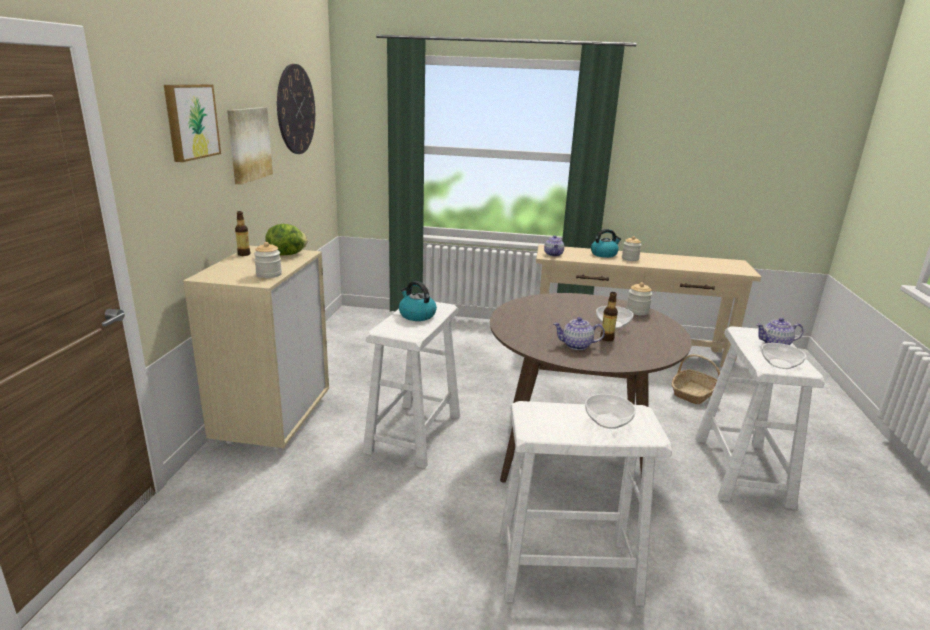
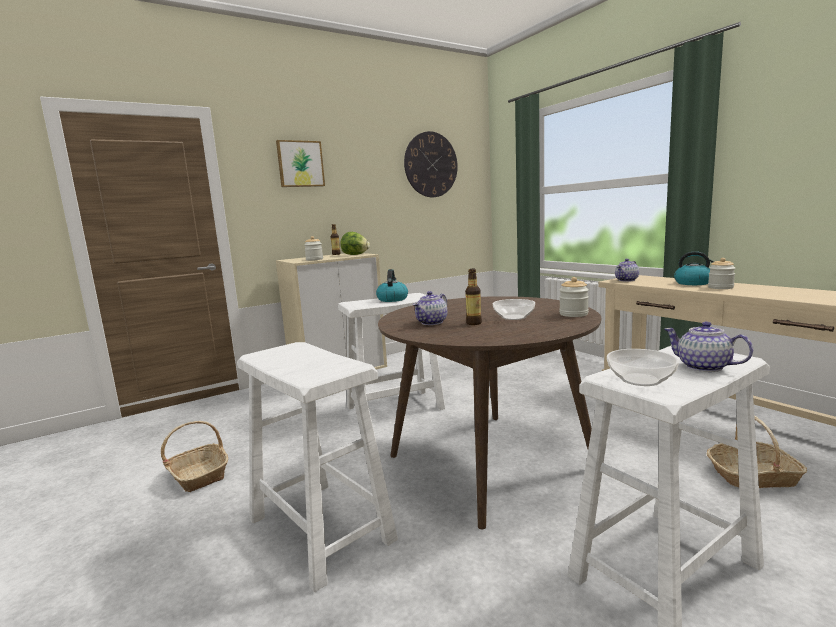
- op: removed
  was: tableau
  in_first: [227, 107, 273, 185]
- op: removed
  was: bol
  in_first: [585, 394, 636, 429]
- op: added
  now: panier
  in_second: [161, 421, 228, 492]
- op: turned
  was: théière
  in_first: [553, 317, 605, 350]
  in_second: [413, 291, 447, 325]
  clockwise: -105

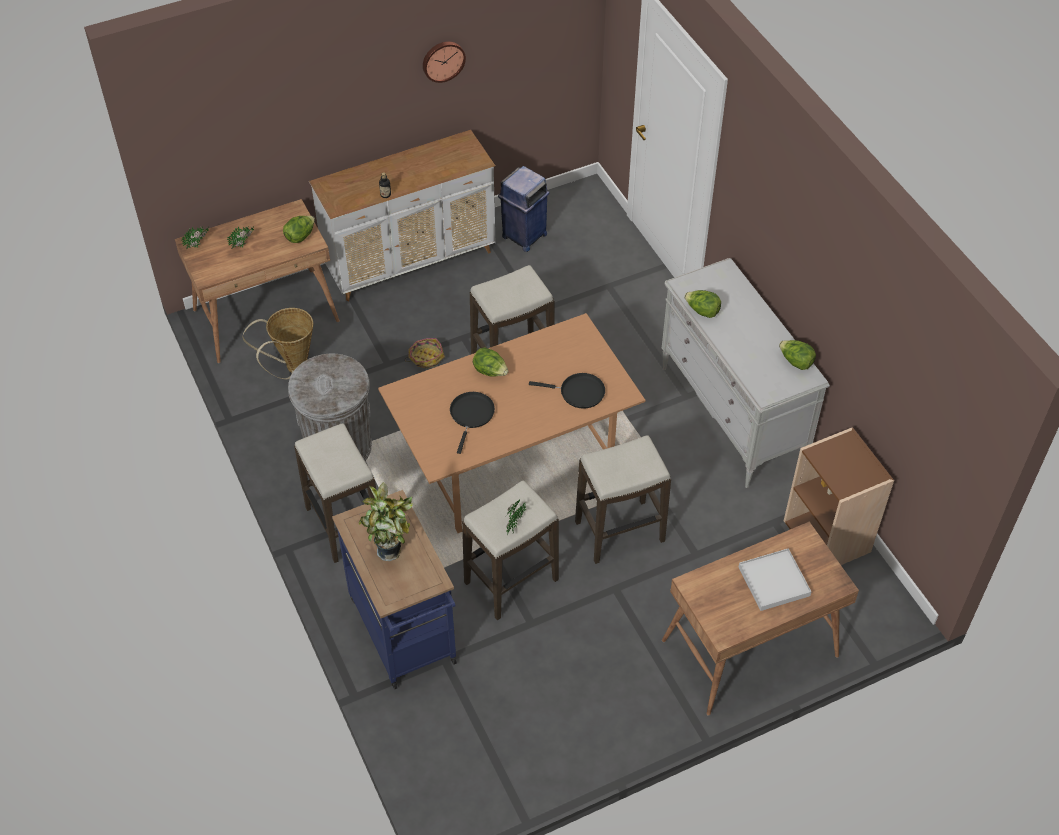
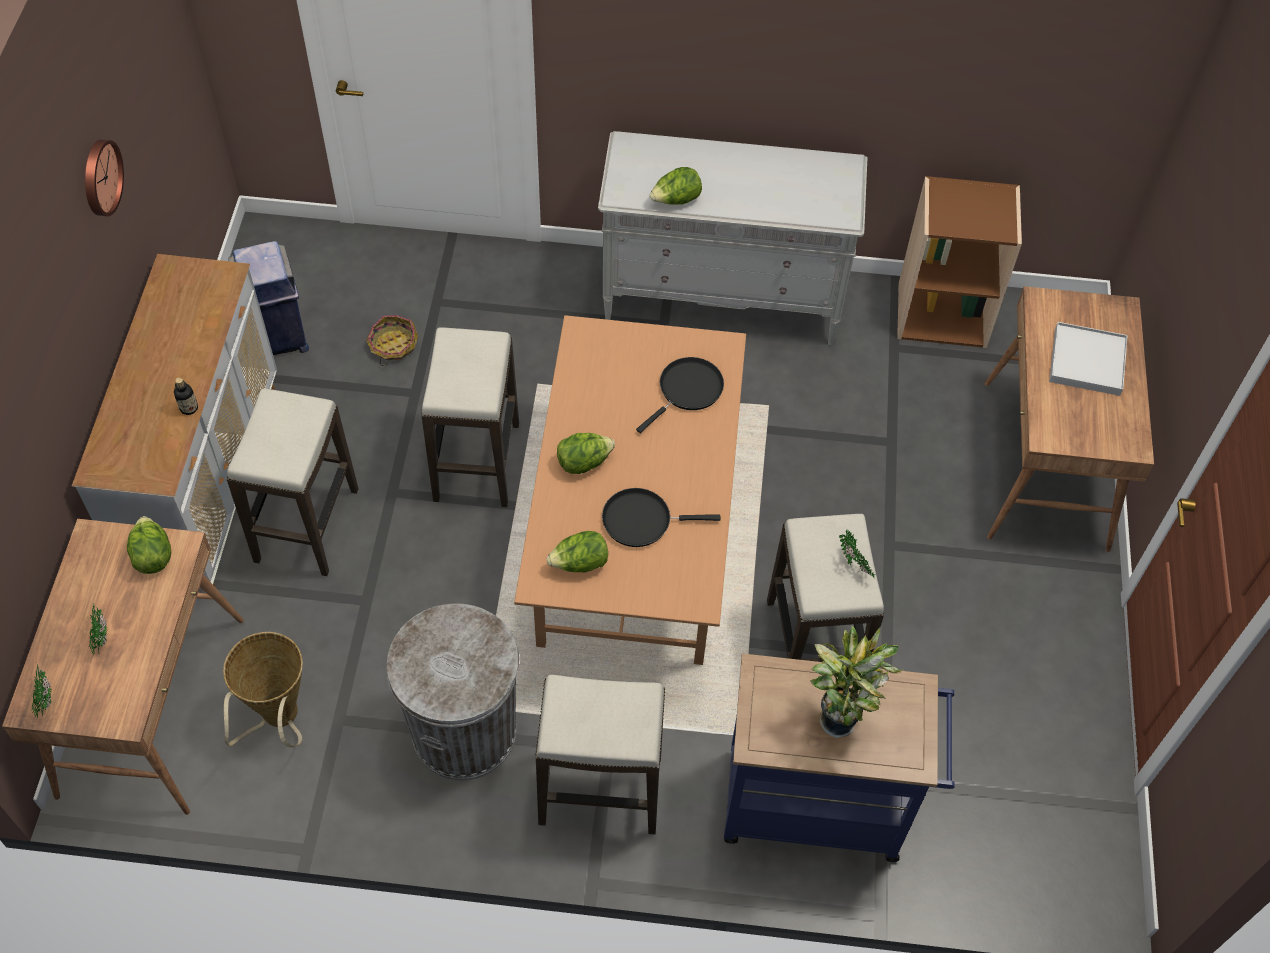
- op: moved
  was: panier
  in_first: [405, 338, 445, 369]
  in_second: [366, 315, 418, 366]
- op: moved
  was: tabouret
  in_first: [575, 435, 671, 564]
  in_second: [227, 388, 358, 576]
- op: moved
  was: laitue
  in_first: [779, 340, 816, 370]
  in_second: [547, 531, 608, 573]
- op: turned
  was: poêle (noir)
  in_first: [450, 392, 495, 454]
  in_second: [602, 488, 721, 547]
  clockwise: -45

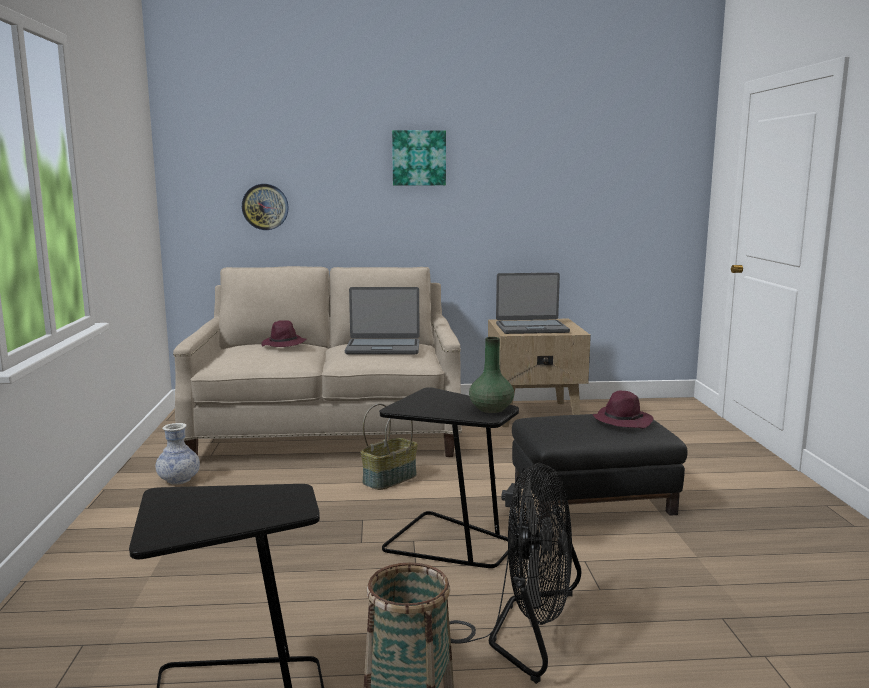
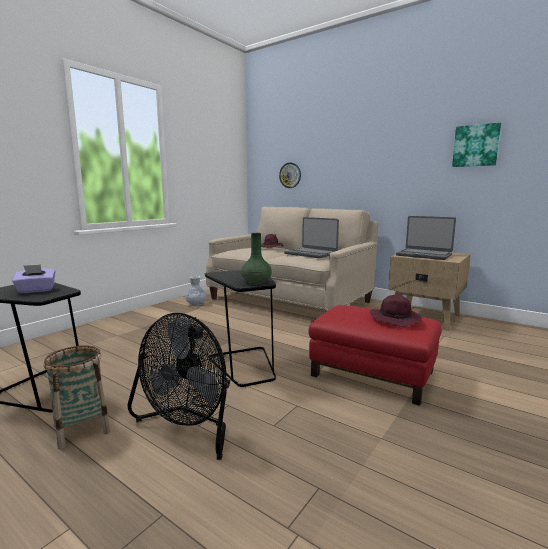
- op: removed
  was: panier
  in_first: [360, 403, 418, 490]
- op: added
  now: boîte à mouchoirs (violet)
  in_second: [12, 265, 56, 293]
- op: moved
  was: tableau
  in_first: [392, 130, 446, 185]
  in_second: [452, 122, 501, 167]
- op: recoloured
  was: pouf (noir)
  now: pouf (rouge)
  in_first: [512, 414, 687, 522]
  in_second: [309, 305, 442, 406]
- op: turned
  was: ventilateur (noir)
  in_first: [449, 463, 581, 684]
  in_second: [128, 313, 230, 460]
  clockwise: 60

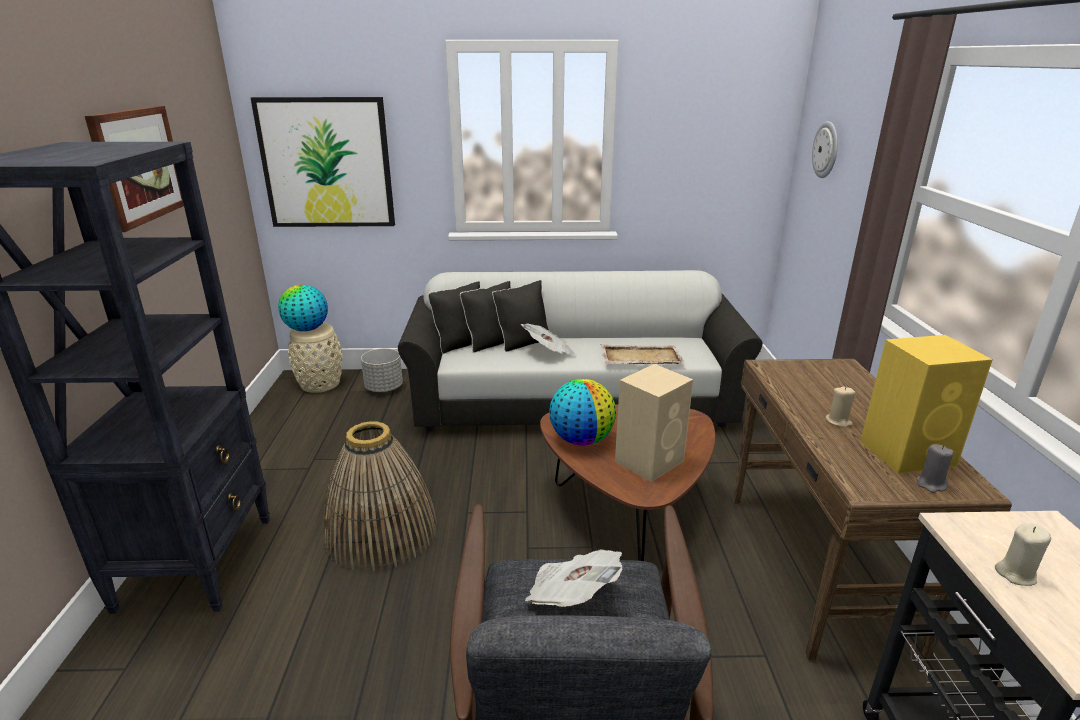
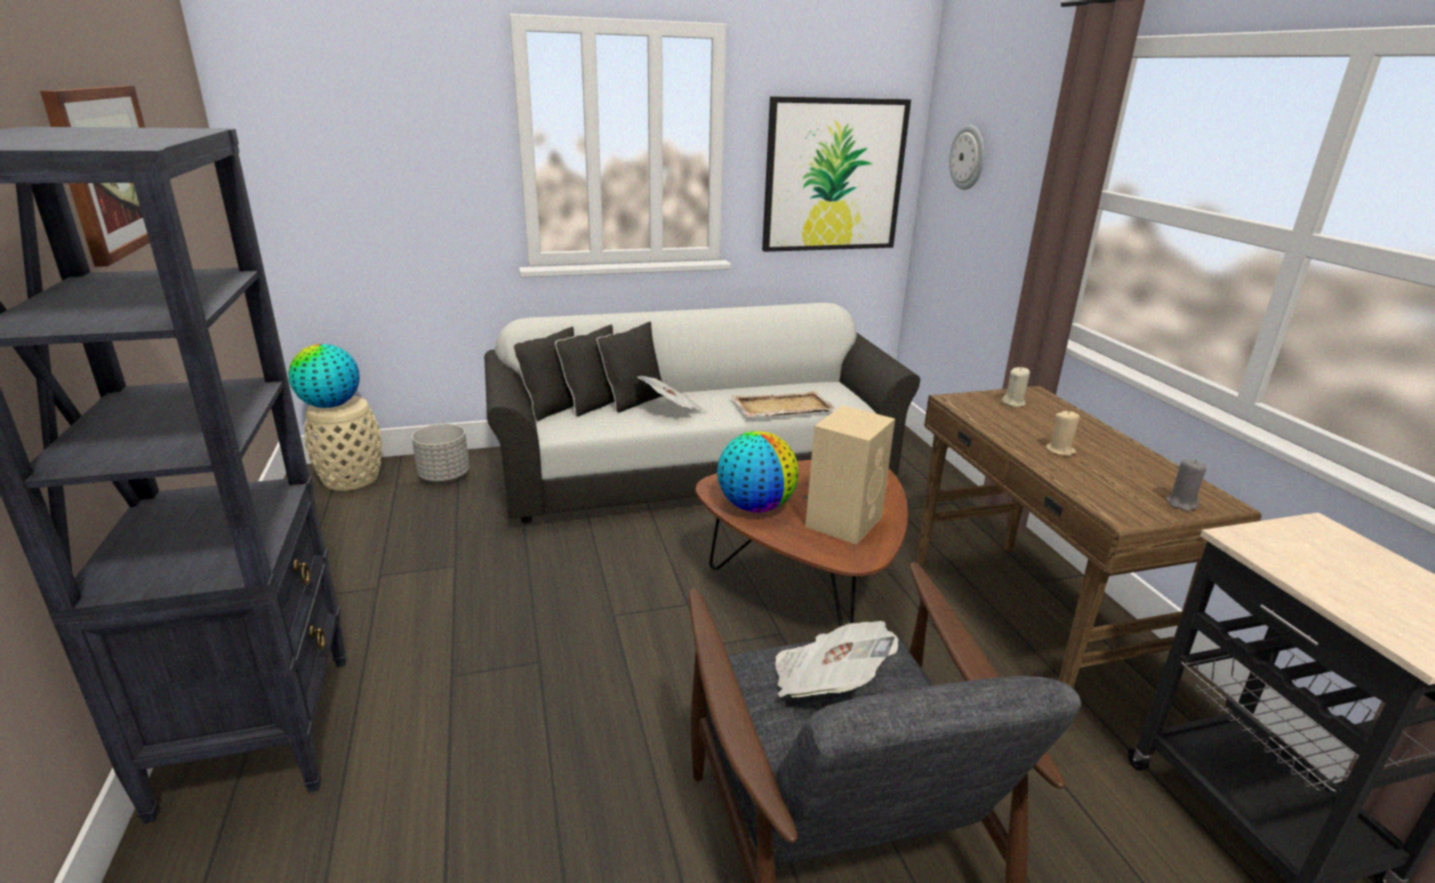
- op: removed
  was: panier
  in_first: [323, 421, 437, 572]
- op: removed
  was: enceinte (jaune)
  in_first: [860, 335, 993, 474]
- op: moved
  was: tableau
  in_first: [251, 97, 395, 227]
  in_second: [762, 96, 911, 252]
- op: moved
  was: bougie (beige)
  in_first: [995, 523, 1051, 586]
  in_second: [1002, 367, 1030, 407]

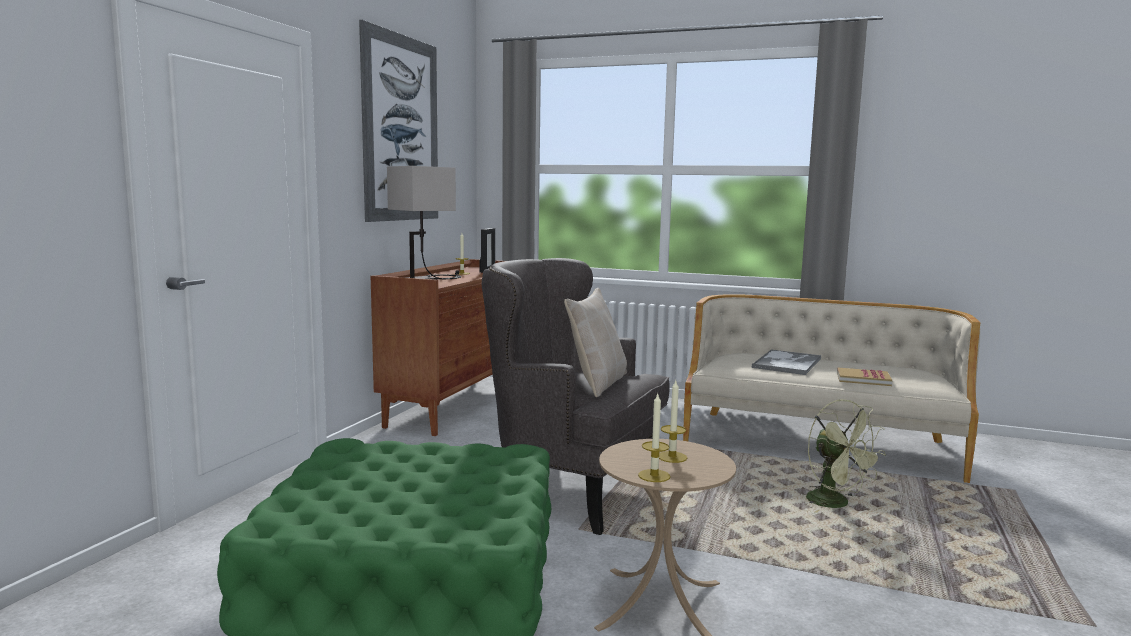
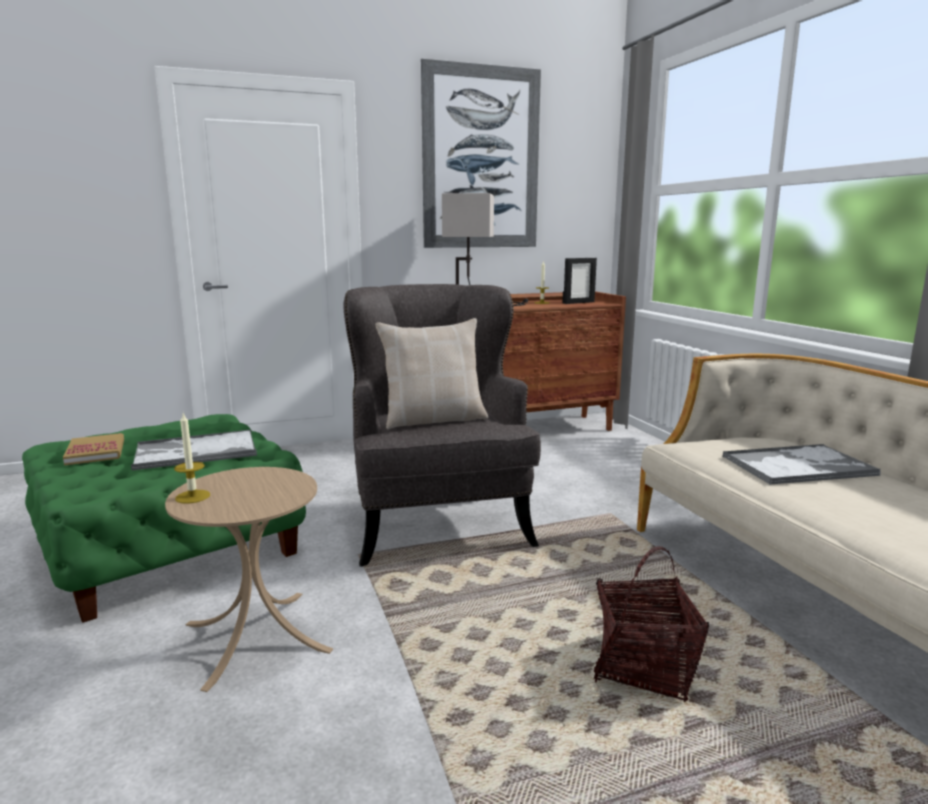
- op: removed
  was: bougie
  in_first: [659, 381, 687, 463]
- op: added
  now: plateau
  in_second: [131, 430, 257, 470]
- op: moved
  was: livre
  in_first: [837, 367, 892, 386]
  in_second: [63, 433, 124, 465]
- op: replaced
  was: ventilateur (vert)
  now: panier
  in_first: [806, 399, 886, 513]
  in_second: [594, 546, 709, 702]

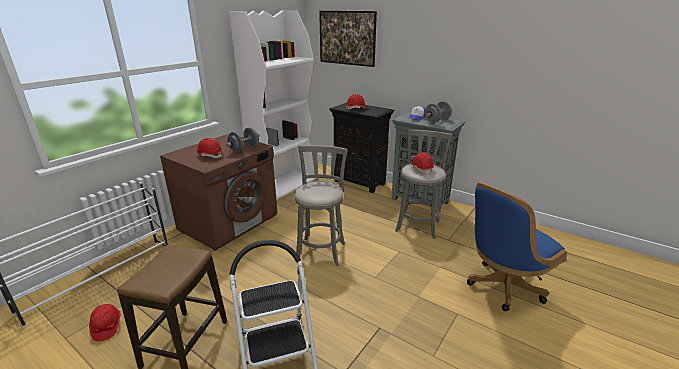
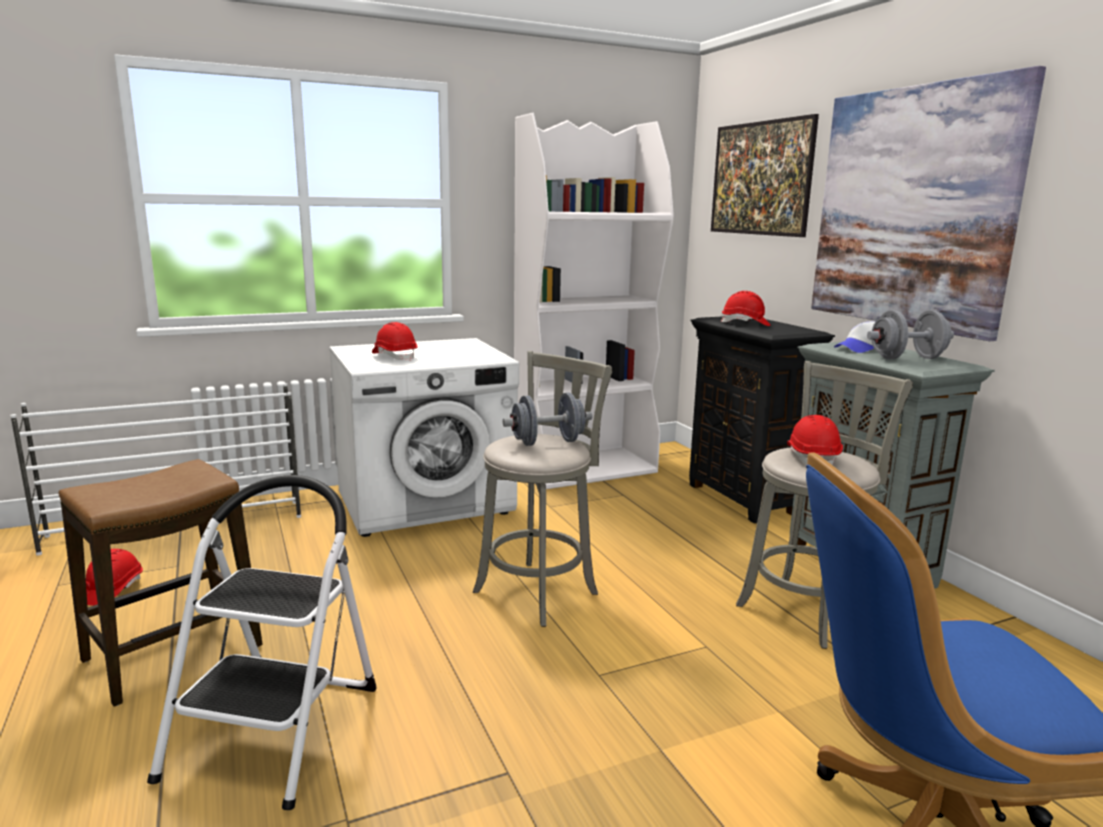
- op: added
  now: tableau
  in_second: [811, 66, 1046, 341]
- op: moved
  was: haltère (gris)
  in_first: [226, 128, 260, 153]
  in_second: [503, 393, 592, 446]
- op: recoloured
  was: lave-linge (marron)
  now: lave-linge (blanc)
  in_first: [160, 134, 277, 251]
  in_second: [330, 338, 519, 537]

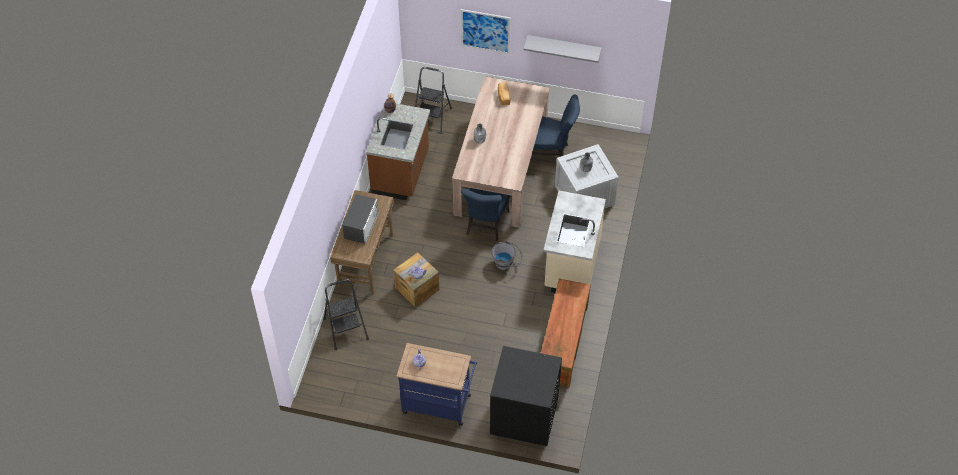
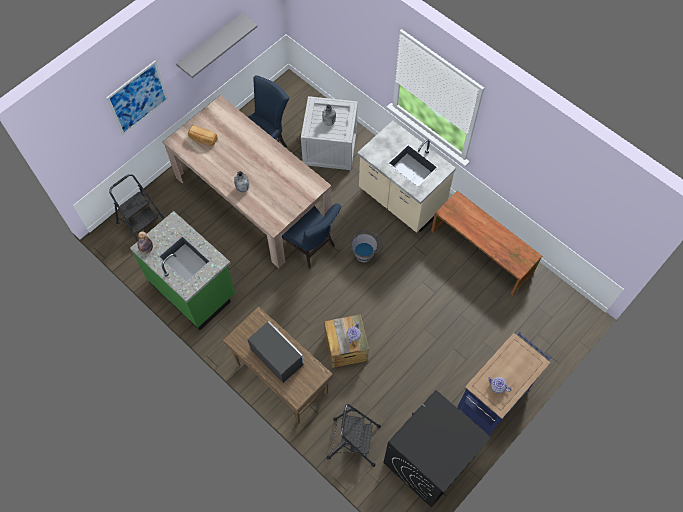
- op: moved
  was: lave-linge (noir)
  in_first: [490, 346, 562, 446]
  in_second: [383, 390, 491, 507]
- op: recoloured
  was: comptoir de cuisine (marron)
  now: comptoir de cuisine (vert)
  in_first: [366, 103, 430, 200]
  in_second: [130, 211, 235, 330]

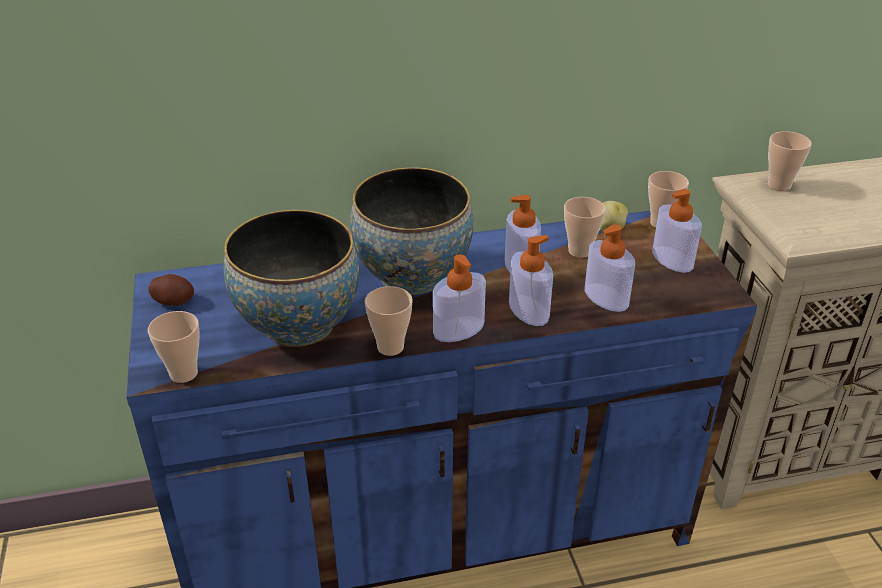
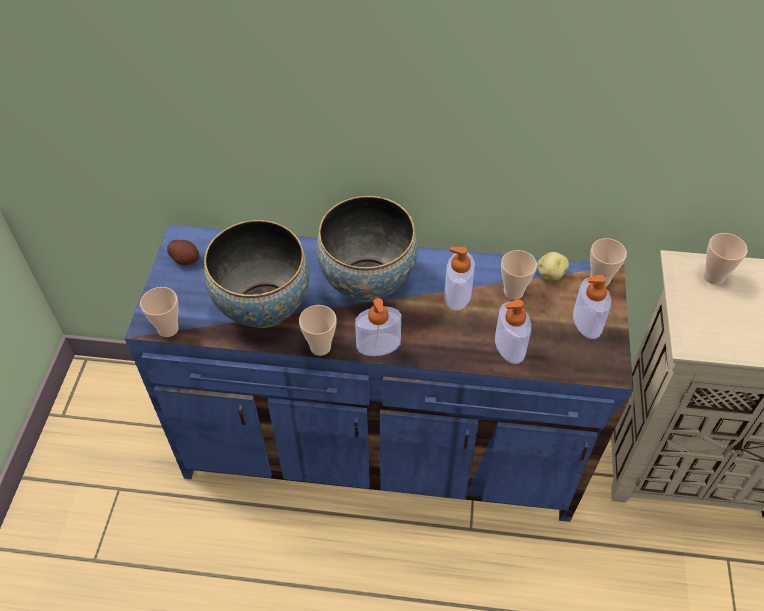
- op: removed
  was: distributeur de savon
  in_first: [509, 235, 553, 326]

